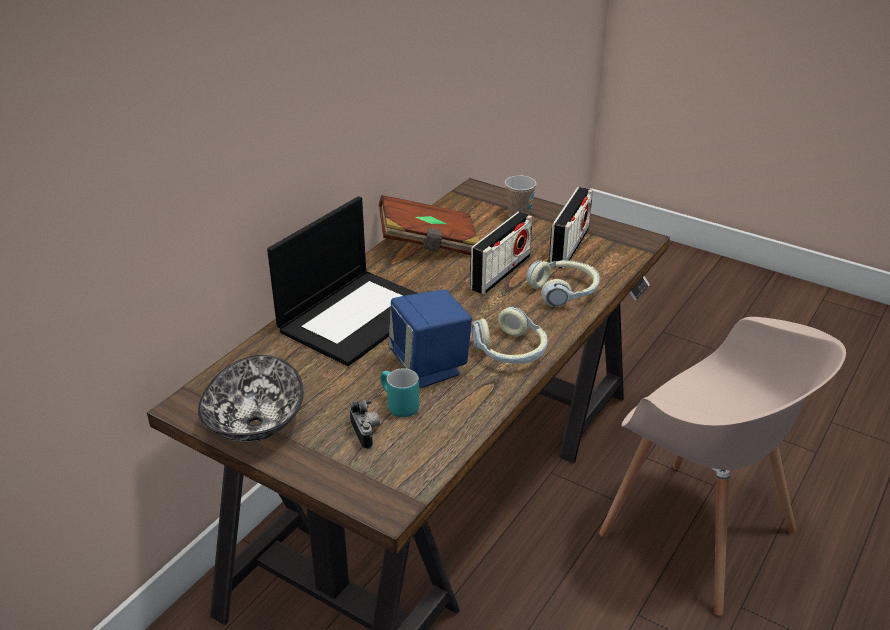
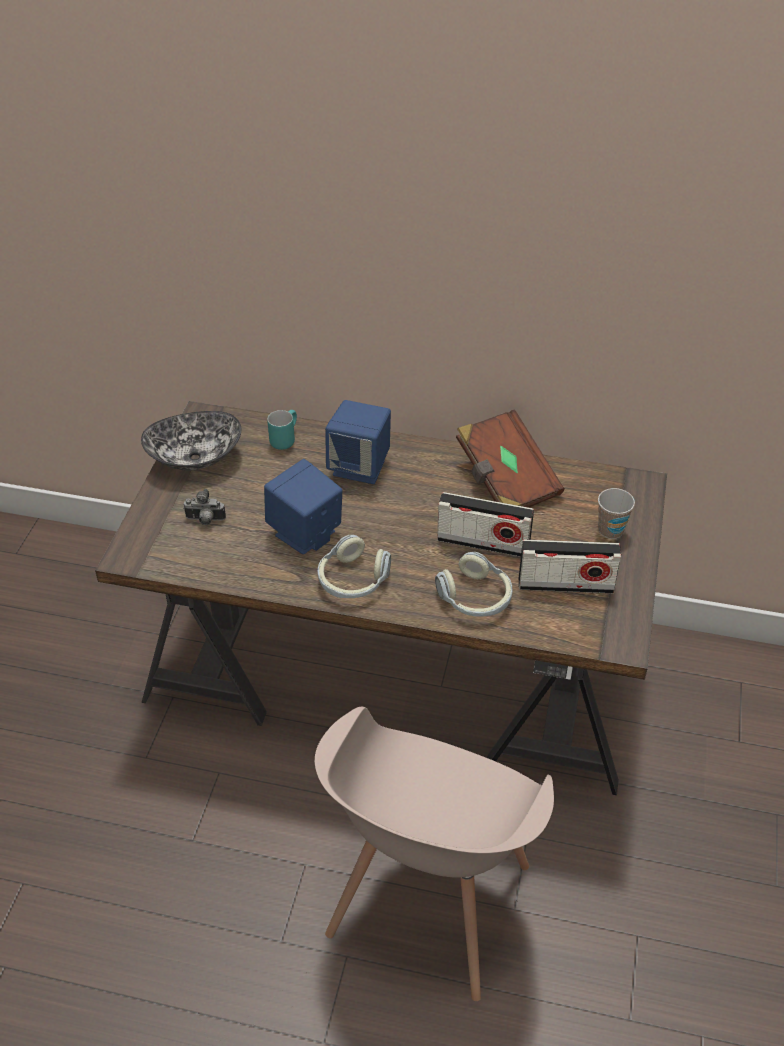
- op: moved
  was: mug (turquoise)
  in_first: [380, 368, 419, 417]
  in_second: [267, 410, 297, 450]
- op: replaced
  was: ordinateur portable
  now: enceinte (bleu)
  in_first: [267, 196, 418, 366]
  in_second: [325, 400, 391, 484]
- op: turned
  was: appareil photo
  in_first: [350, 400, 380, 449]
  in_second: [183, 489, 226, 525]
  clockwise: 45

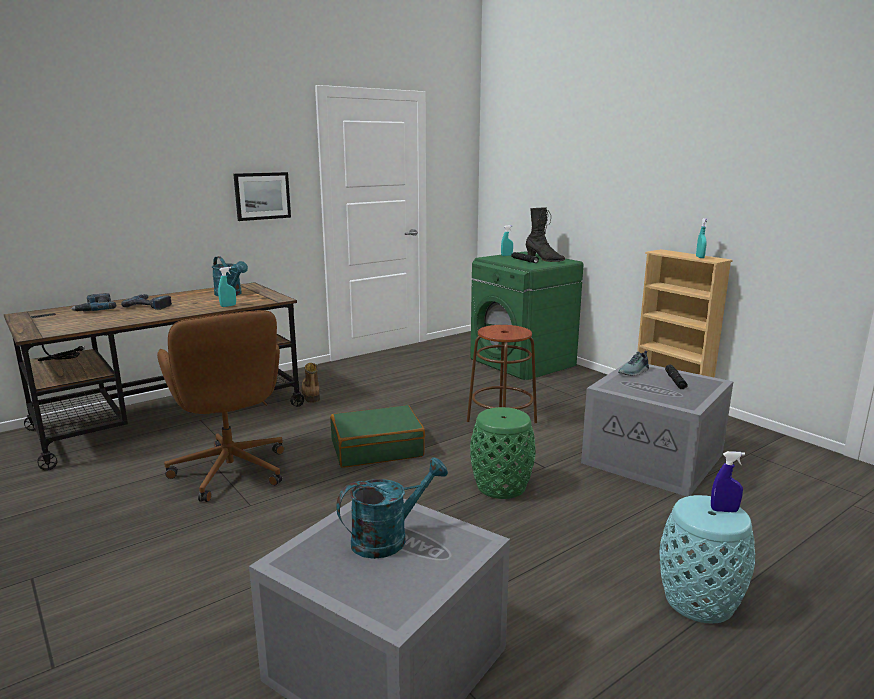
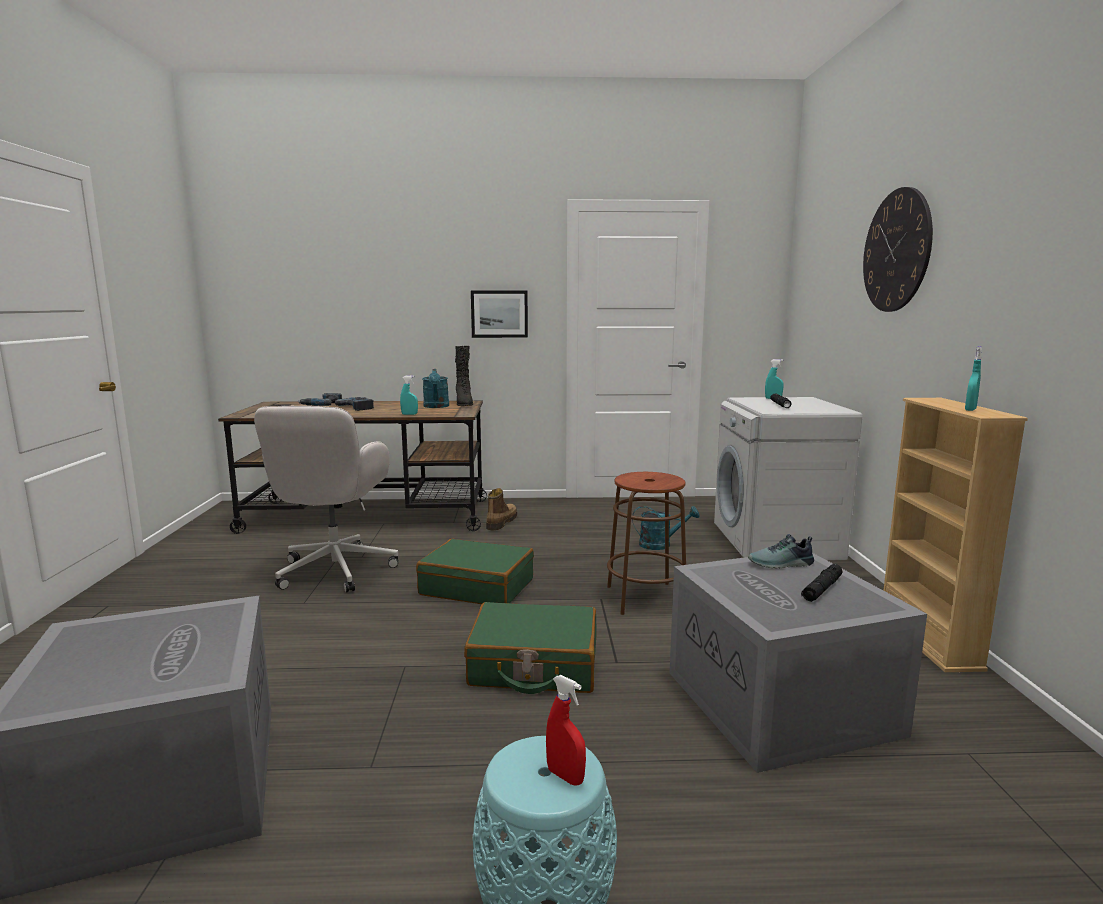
- op: added
  now: horloge murale
  in_second: [863, 187, 933, 312]
- op: moved
  was: arrosoir (turquoise)
  in_first: [336, 457, 448, 559]
  in_second: [632, 506, 700, 550]
- op: moved
  was: botte (noir)
  in_first: [526, 207, 565, 262]
  in_second: [455, 346, 473, 406]
- op: replaced
  was: tabouret (vert)
  now: valise (vert)
  in_first: [470, 407, 536, 499]
  in_second: [464, 602, 597, 694]
- op: recoloured
  was: chaise de bureau (marron)
  now: chaise de bureau (blanc)
  in_first: [157, 310, 284, 502]
  in_second: [254, 406, 398, 593]
- op: recoloured
  was: lave-linge (vert)
  now: lave-linge (blanc)
  in_first: [470, 251, 584, 380]
  in_second: [714, 397, 862, 560]
- op: recoloured
  was: vaporisateur (bleu)
  now: vaporisateur (rouge)
  in_first: [711, 451, 745, 512]
  in_second: [546, 675, 586, 785]

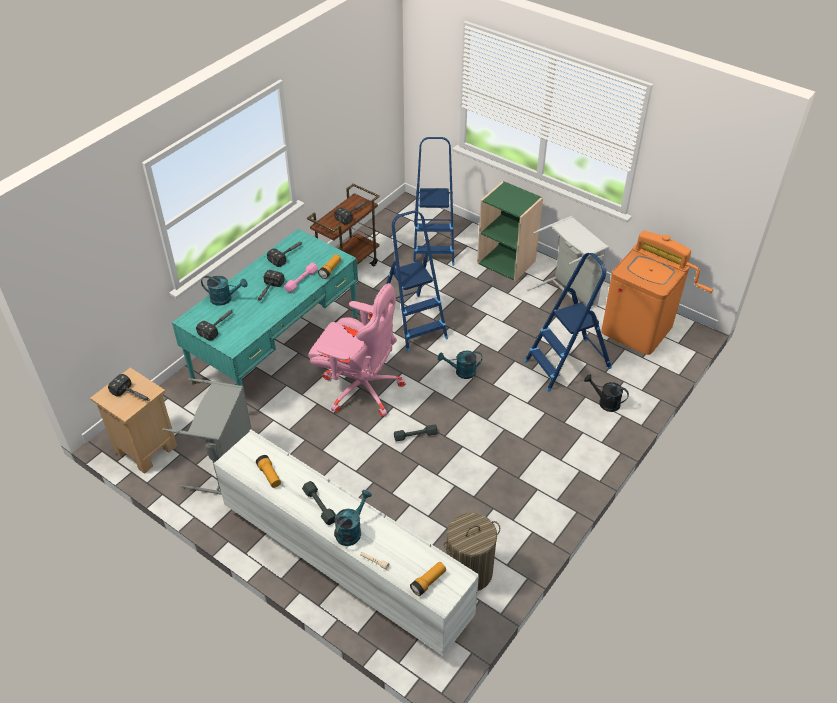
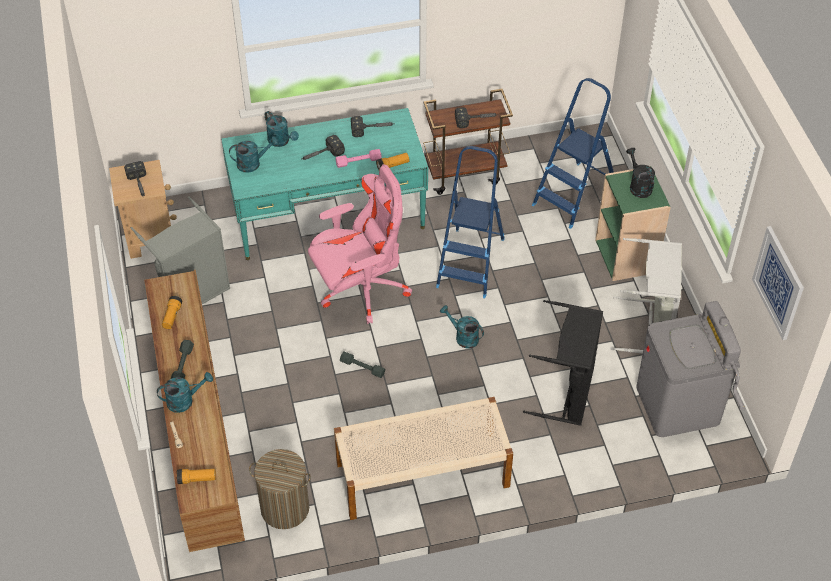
- op: added
  now: banc (beige)
  in_second: [334, 397, 513, 520]
- op: added
  now: tableau
  in_second: [752, 226, 804, 340]
- op: moved
  was: arrosoir (noir)
  in_first: [584, 374, 629, 412]
  in_second: [626, 148, 655, 198]
- op: replaced
  was: marteau
  now: arrosoir (turquoise)
  in_first: [196, 309, 234, 341]
  in_second: [229, 137, 279, 173]
- op: replaced
  was: escabeau (bleu)
  now: panier à linge (noir)
  in_first: [524, 253, 612, 392]
  in_second: [523, 300, 603, 426]
- op: recoloured
  was: meuble de rangement (blanc)
  now: meuble de rangement (marron)
  in_first: [214, 429, 479, 656]
  in_second: [144, 270, 245, 552]
- op: recoloured
  was: lave-linge (orange)
  now: lave-linge (gris)
  in_first: [601, 231, 713, 355]
  in_second: [636, 301, 746, 437]
- op: turned
  was: chaise de bureau (rose)
  in_first: [308, 283, 406, 417]
  in_second: [308, 164, 412, 324]
  clockwise: -90

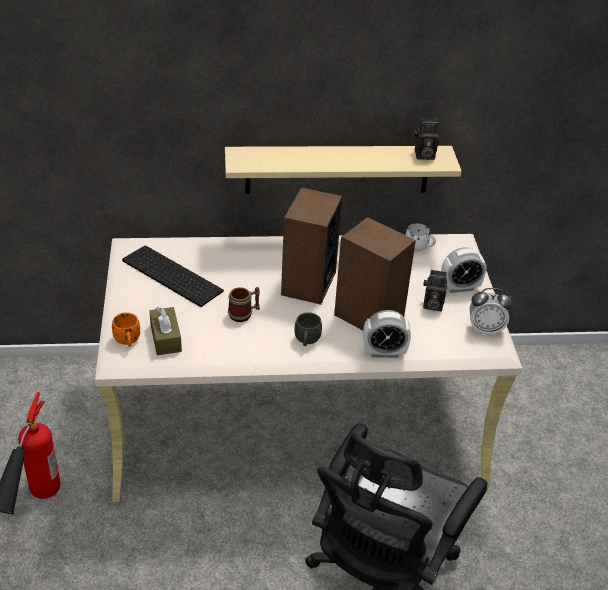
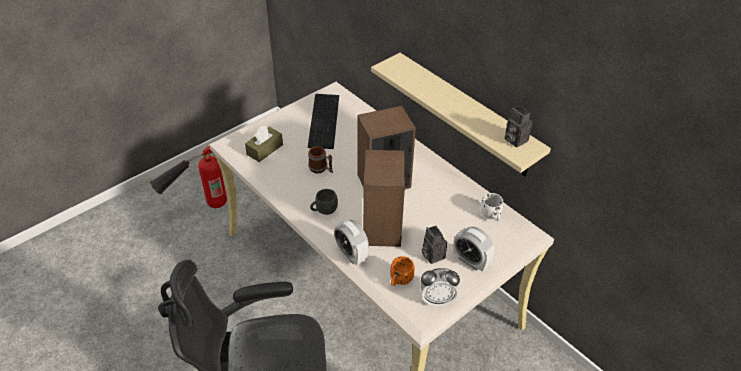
- op: moved
  was: mug (orange)
  in_first: [112, 312, 140, 347]
  in_second: [390, 256, 415, 286]
- op: turned
  was: réveil
  in_first: [470, 288, 513, 335]
  in_second: [421, 268, 460, 306]
  clockwise: -60

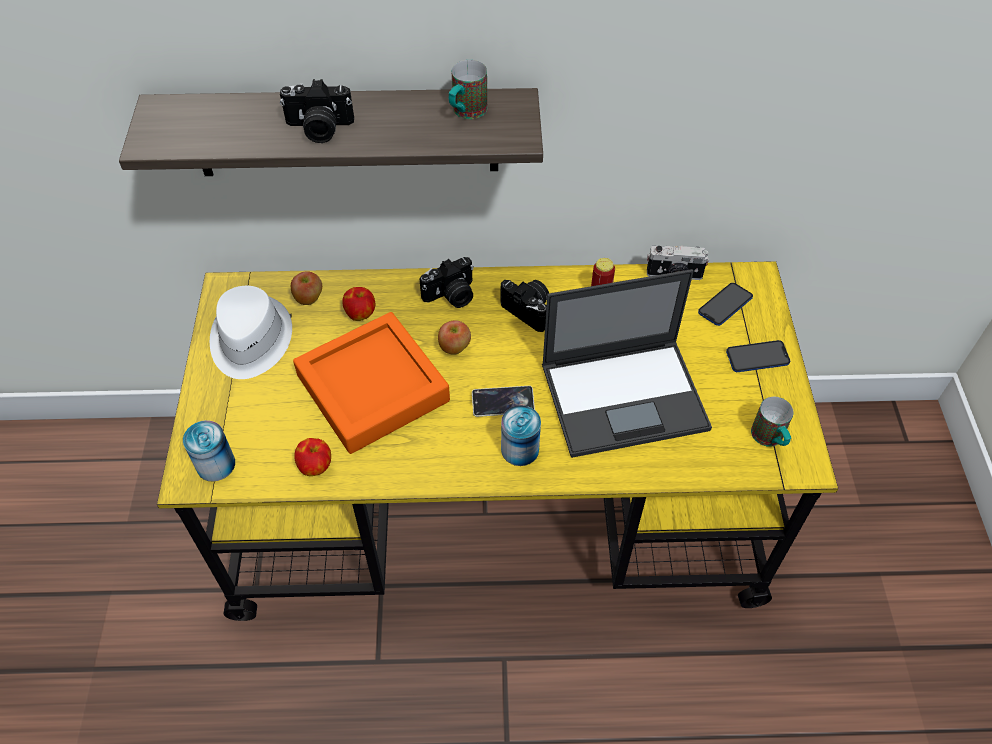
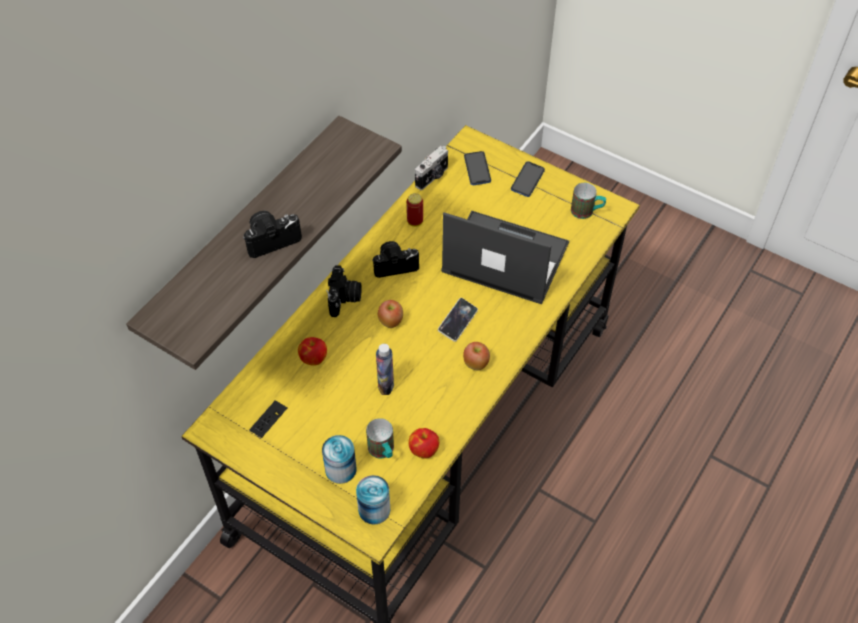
- op: removed
  was: chapeau (blanc)
  in_first: [210, 286, 292, 379]
- op: moved
  was: pomme
  in_first: [291, 271, 322, 305]
  in_second: [463, 342, 490, 370]
- op: moved
  was: mug
  in_first: [449, 60, 487, 119]
  in_second: [366, 418, 394, 458]
- op: moved
  was: boîte métallique
  in_first: [501, 405, 541, 466]
  in_second: [322, 435, 357, 484]
- op: replaced
  was: plateau (orange)
  now: bouteille
  in_first: [293, 312, 450, 454]
  in_second: [376, 344, 394, 395]
- op: turned
  was: appareil photo
  in_first: [280, 79, 354, 143]
  in_second: [243, 211, 302, 258]
  clockwise: -150
- op: turned
  was: ordinateur portable
  in_first: [542, 269, 712, 458]
  in_second: [441, 211, 569, 304]
  clockwise: -90

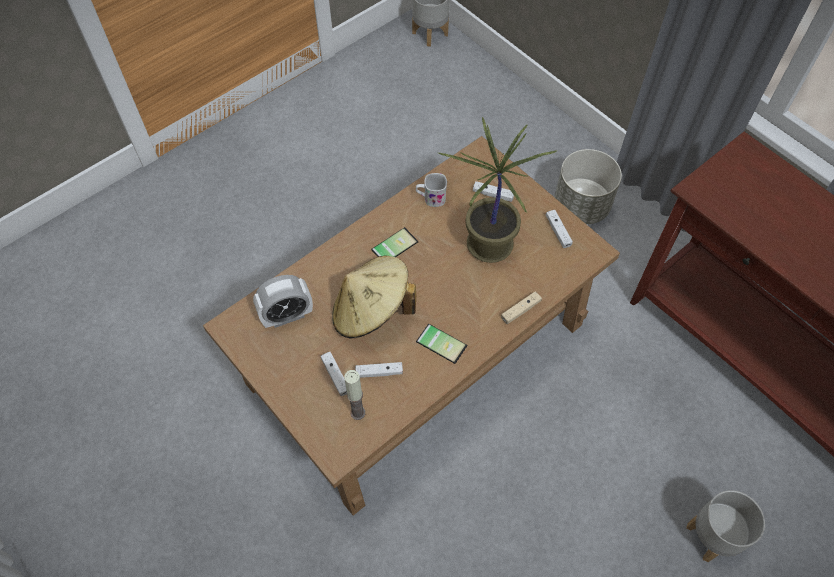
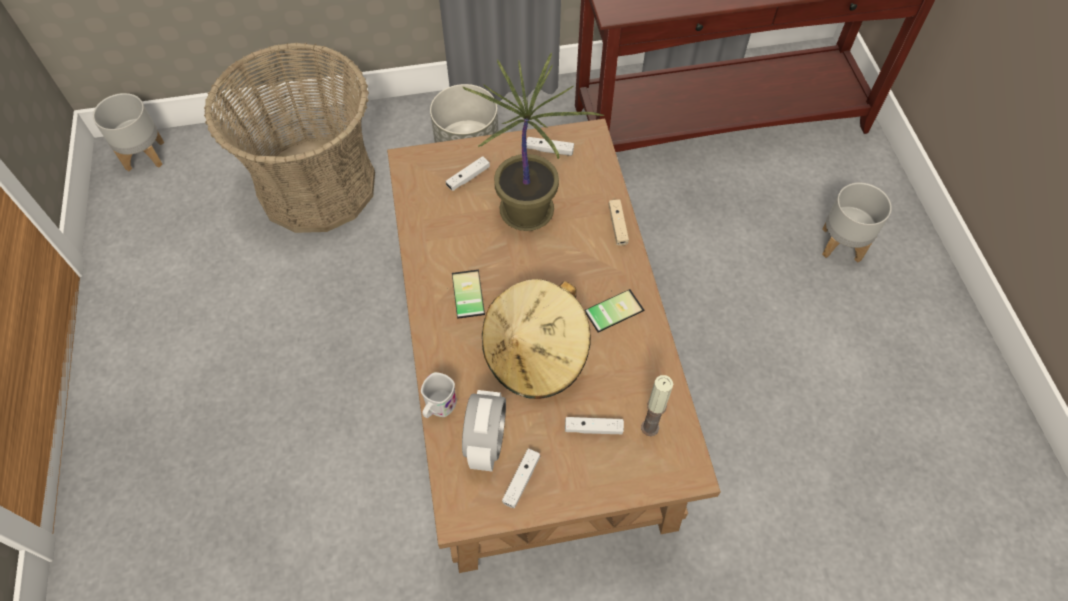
- op: added
  now: panier
  in_second: [204, 43, 375, 233]
- op: moved
  was: manette (blanc)
  in_first: [355, 362, 403, 378]
  in_second: [502, 449, 540, 508]
- op: moved
  was: mug (blanc)
  in_first: [416, 173, 447, 207]
  in_second: [421, 372, 457, 418]

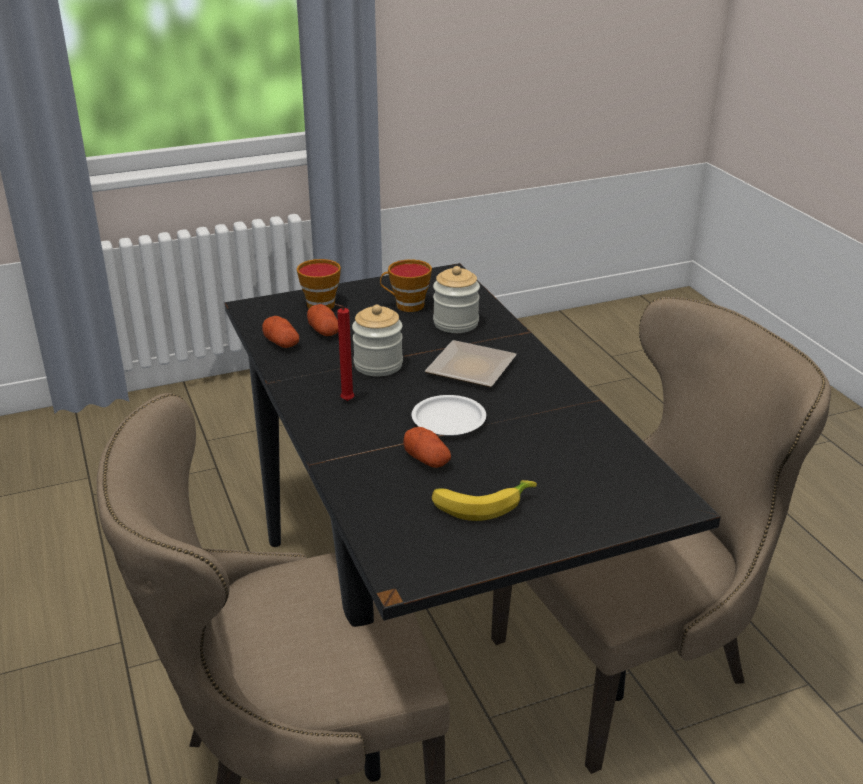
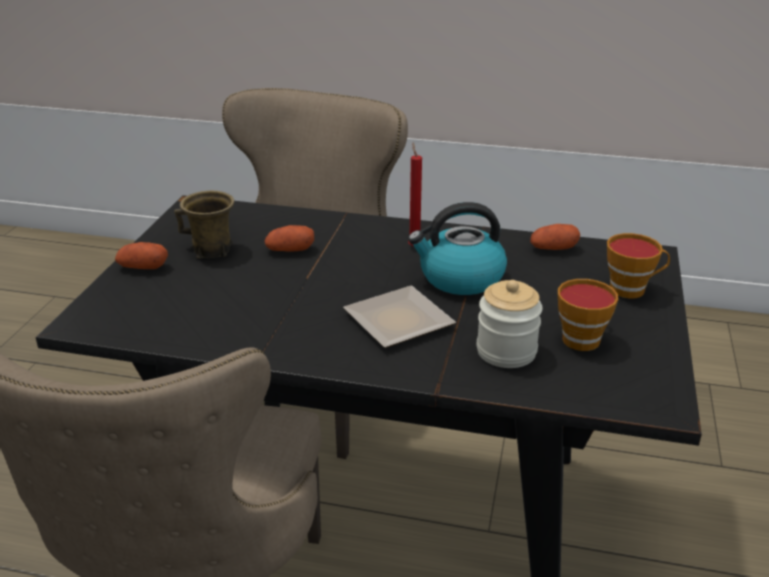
- op: removed
  was: assiette (blanc)
  in_first: [412, 395, 486, 436]
- op: moved
  was: pomme de terre
  in_first: [307, 304, 338, 336]
  in_second: [115, 242, 168, 269]
- op: replaced
  was: bocal
  now: bouilloire
  in_first: [352, 305, 403, 376]
  in_second: [408, 202, 507, 295]
- op: replaced
  was: banane
  now: mug (marron)
  in_first: [432, 480, 537, 521]
  in_second: [174, 190, 234, 259]

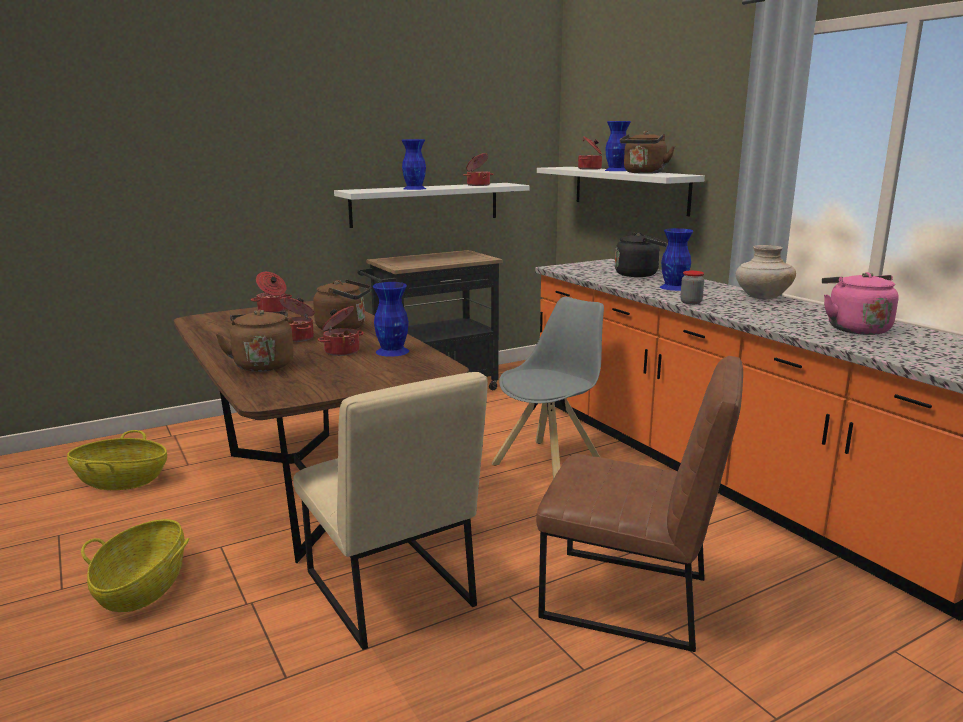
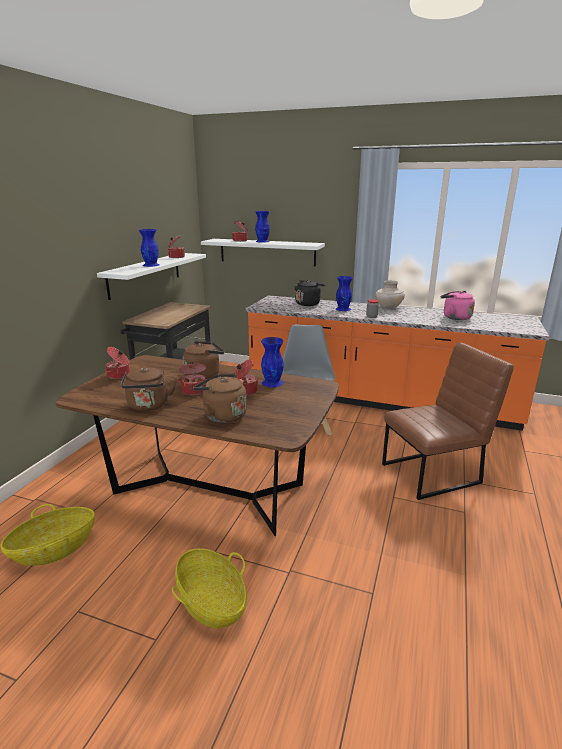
- op: removed
  was: chaise (beige)
  in_first: [293, 372, 488, 650]
- op: moved
  was: bouilloire (marron)
  in_first: [620, 131, 675, 174]
  in_second: [121, 367, 176, 411]

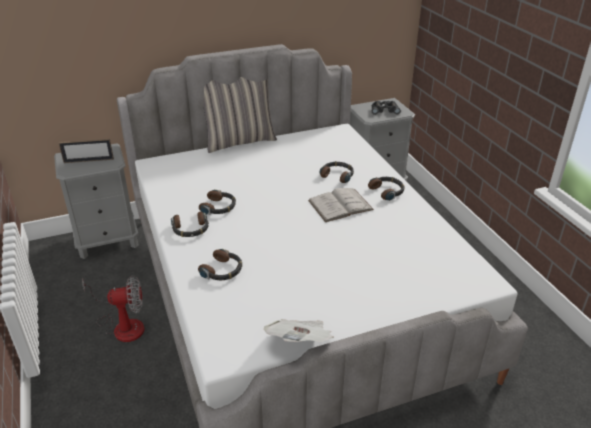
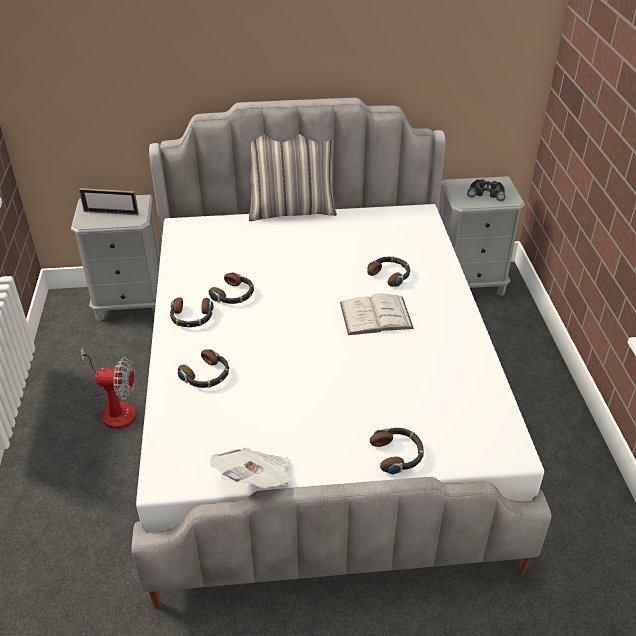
- op: moved
  was: casque audio
  in_first: [368, 177, 405, 201]
  in_second: [370, 428, 424, 474]

